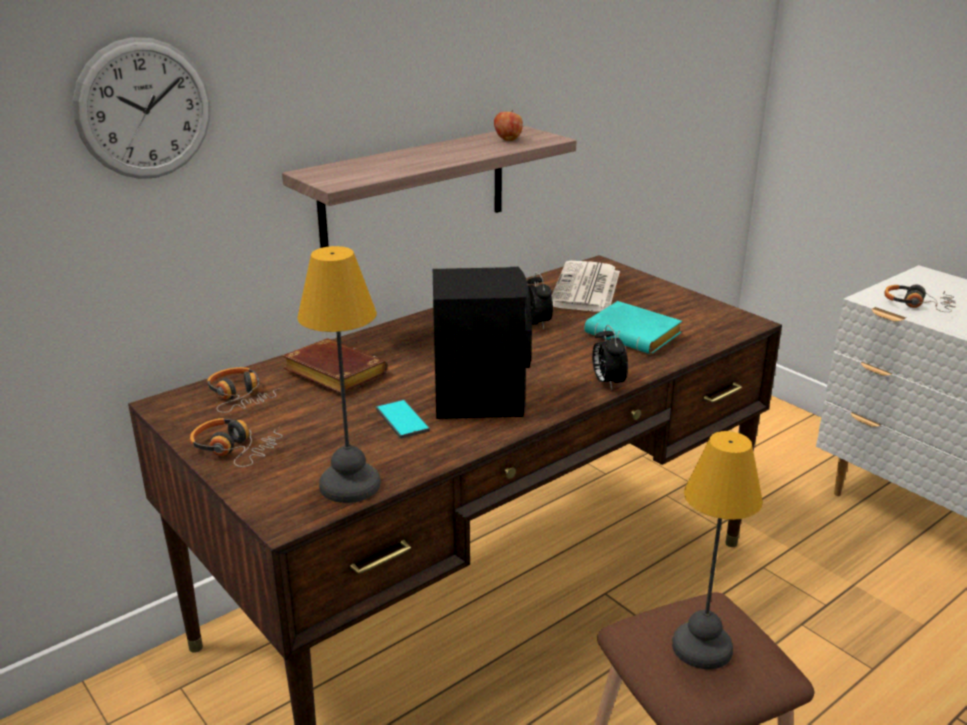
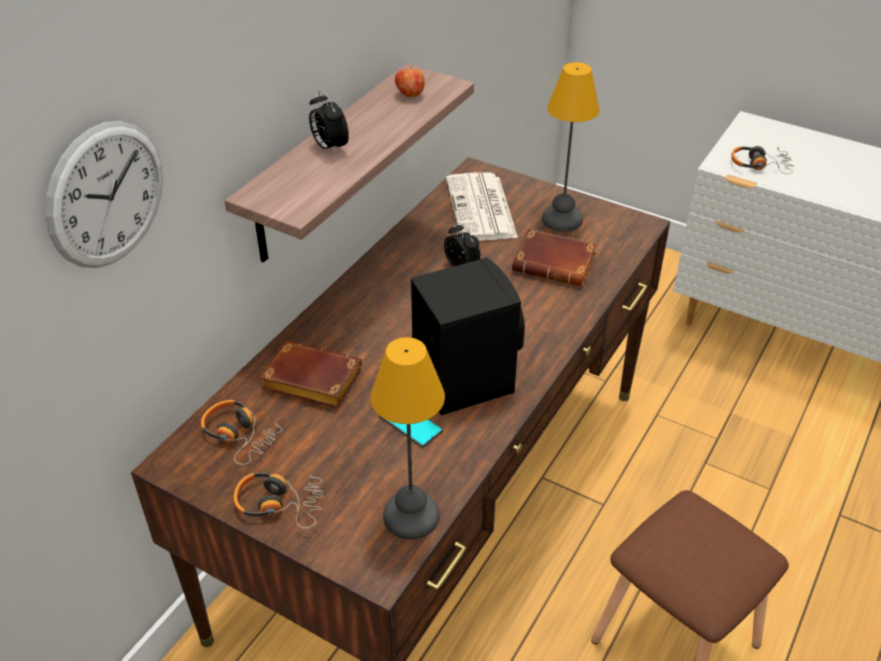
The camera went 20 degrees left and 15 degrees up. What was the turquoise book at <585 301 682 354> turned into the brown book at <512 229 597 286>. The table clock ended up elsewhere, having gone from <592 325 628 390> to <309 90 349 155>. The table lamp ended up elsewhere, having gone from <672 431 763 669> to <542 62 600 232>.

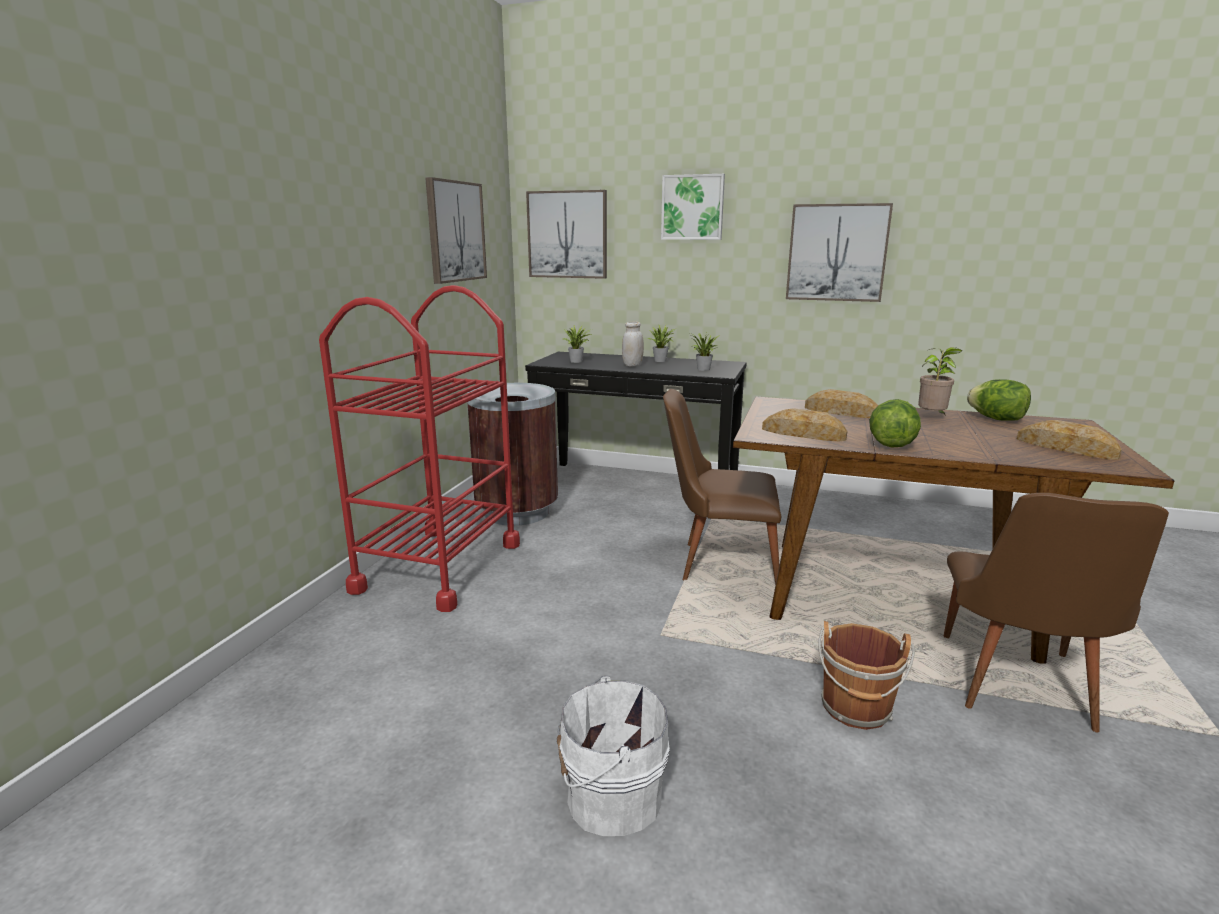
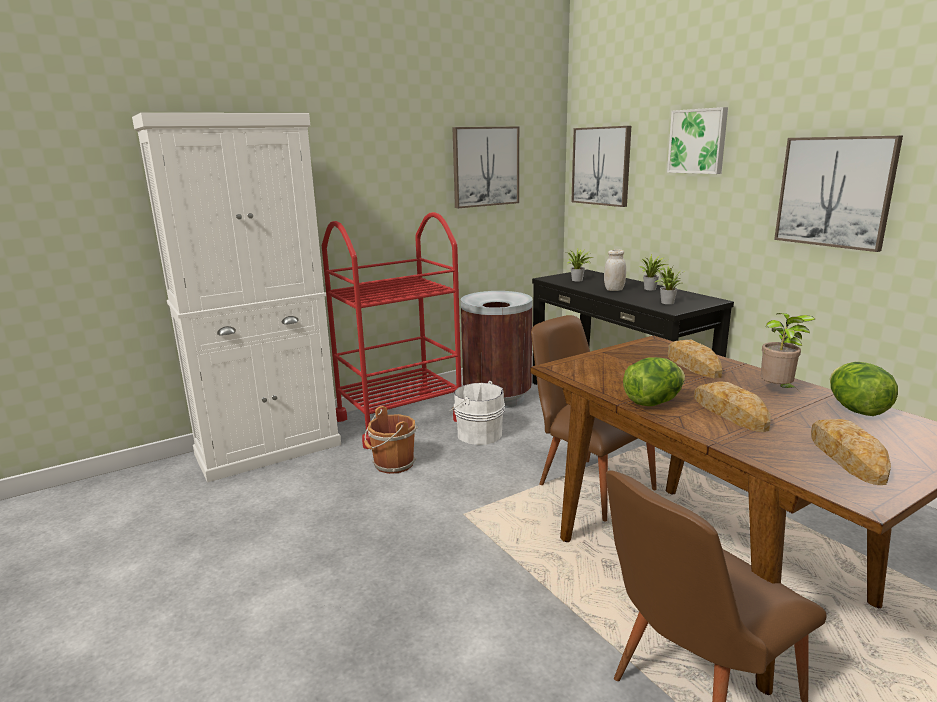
The camera went 40 degrees right and 0 degrees up. The baked bread ended up elsewhere, having gone from <762 408 847 441> to <694 381 771 432>. The brown water bucket ended up elsewhere, having gone from <818 621 915 730> to <364 406 418 474>. The white water bucket ended up elsewhere, having gone from <557 676 670 836> to <450 381 505 445>. The second view gained the white cabinet at <132 113 341 483>.

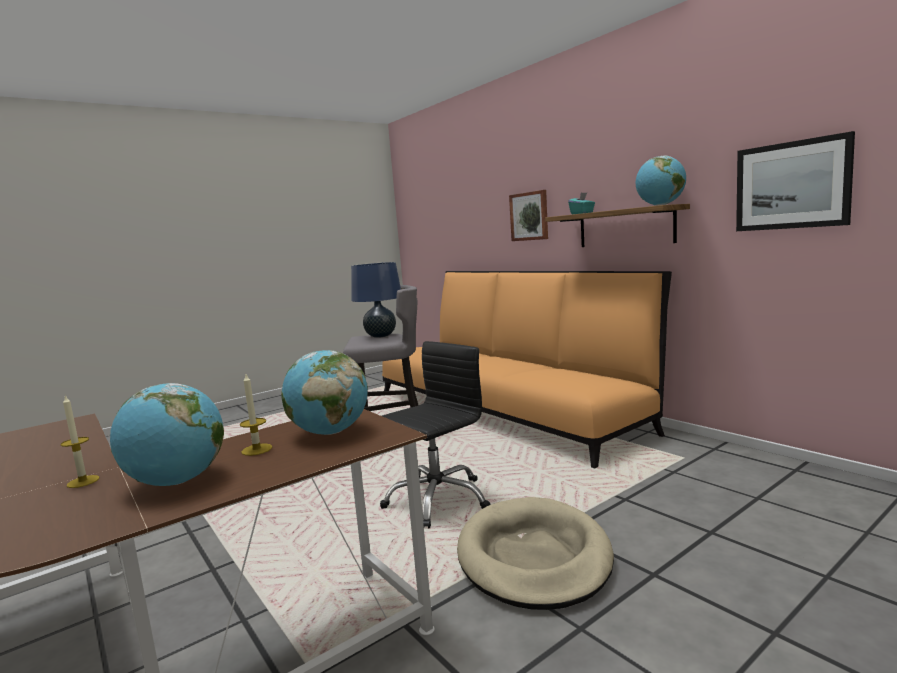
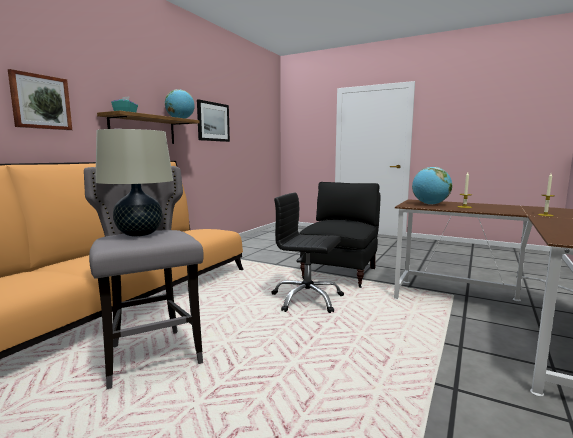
The camera went 115 degrees left and 0 degrees up. What was the blue-coloured table lamp at <351 262 401 338> turned into the sand-coloured table lamp at <95 129 173 237>. The second view lost the desk globe at <110 383 224 486>. Where the sand-coloured dog bed stood at <457 497 614 610>, the blackish easy chair came to stand at <300 182 381 288>.

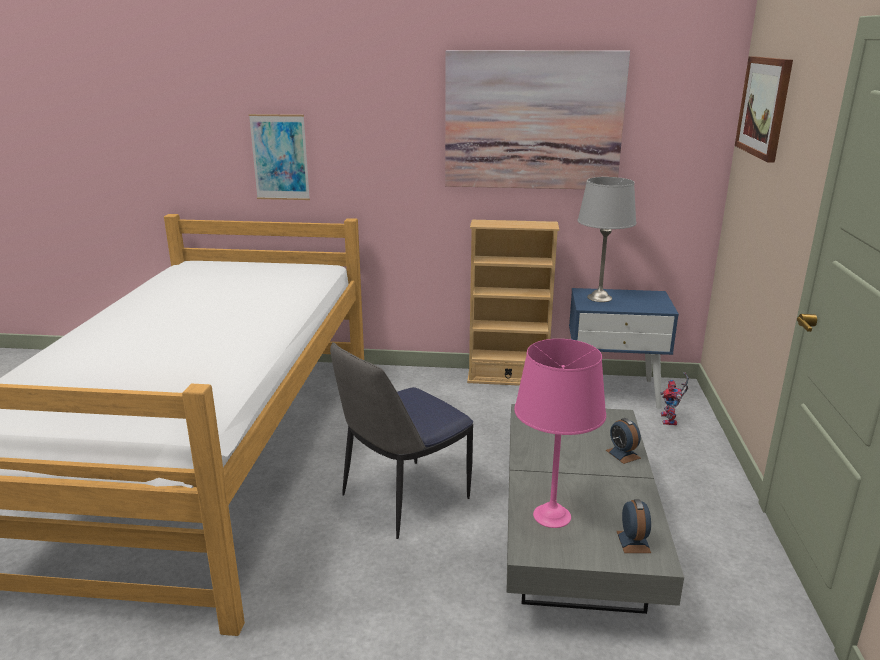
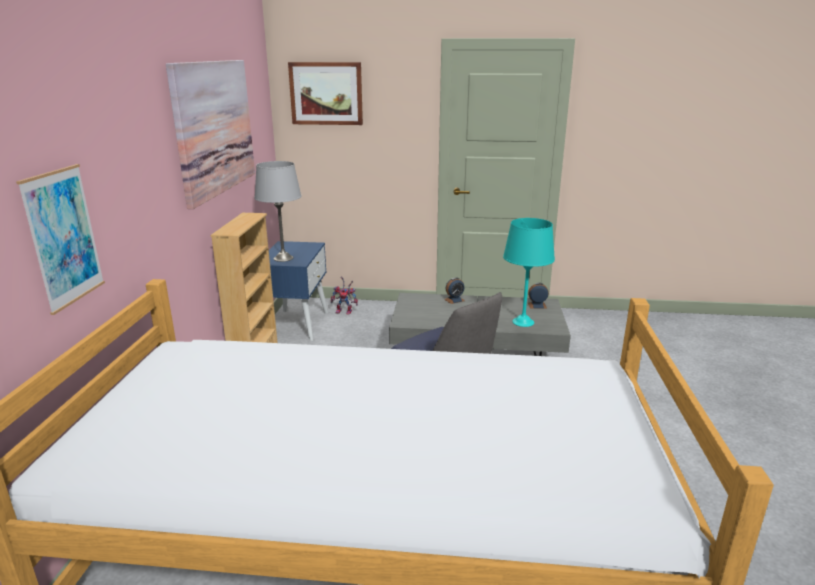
The camera went 90 degrees left and 0 degrees up. What was the pink-coloured table lamp at <514 339 606 528> turned into the turquoise table lamp at <503 218 555 327>.

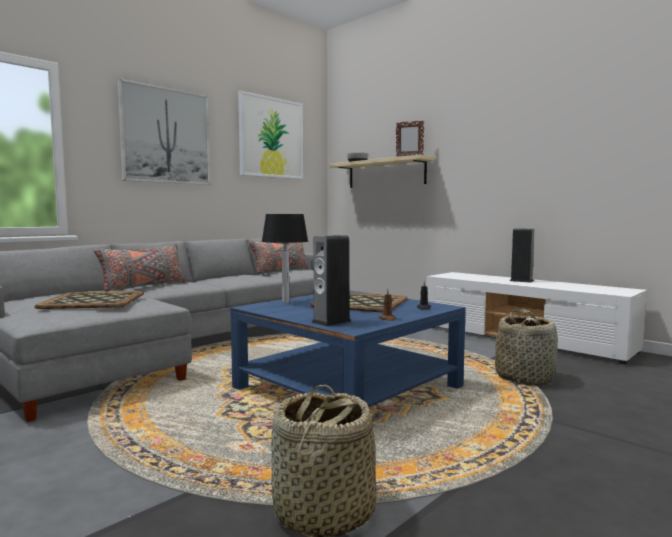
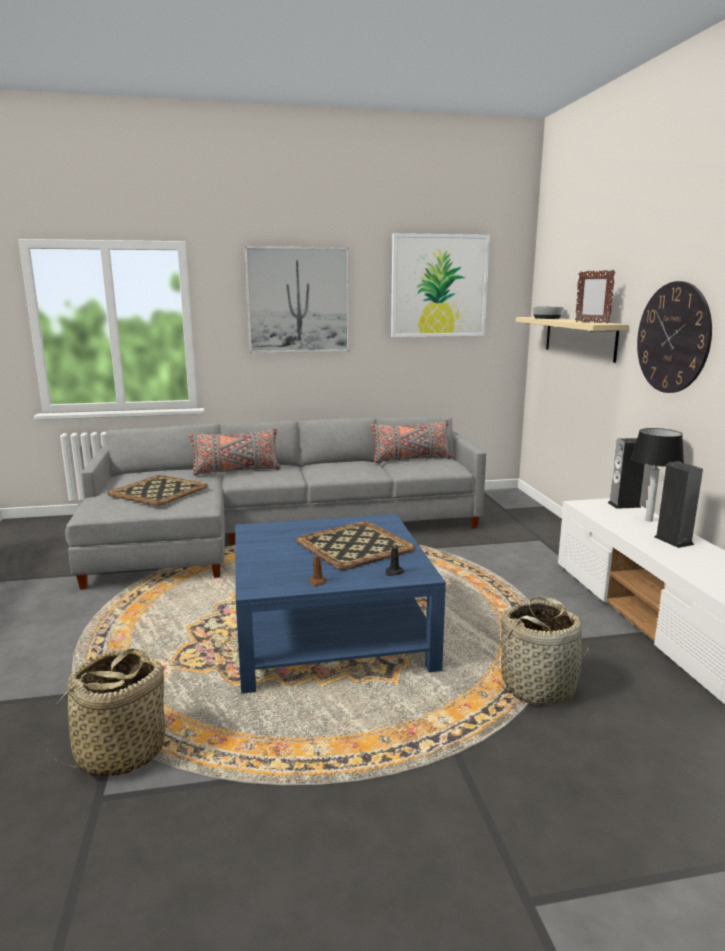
The camera went 35 degrees right and 10 degrees up. The table lamp ended up elsewhere, having gone from <262 214 308 303> to <631 428 684 522>. The audio speaker ended up elsewhere, having gone from <311 235 352 327> to <608 438 645 509>. The second view gained the hanging clock at <637 281 712 393>.

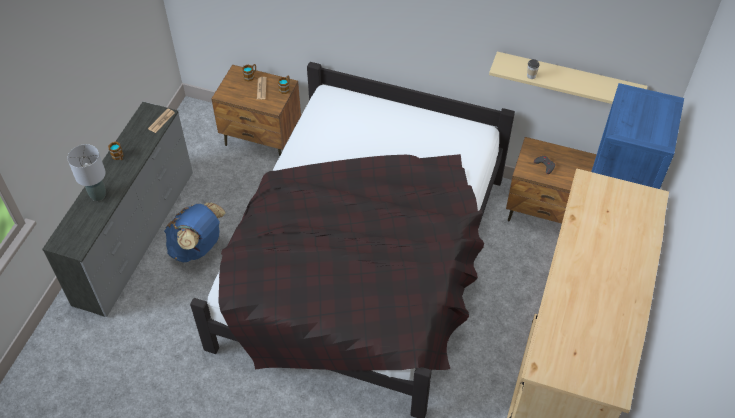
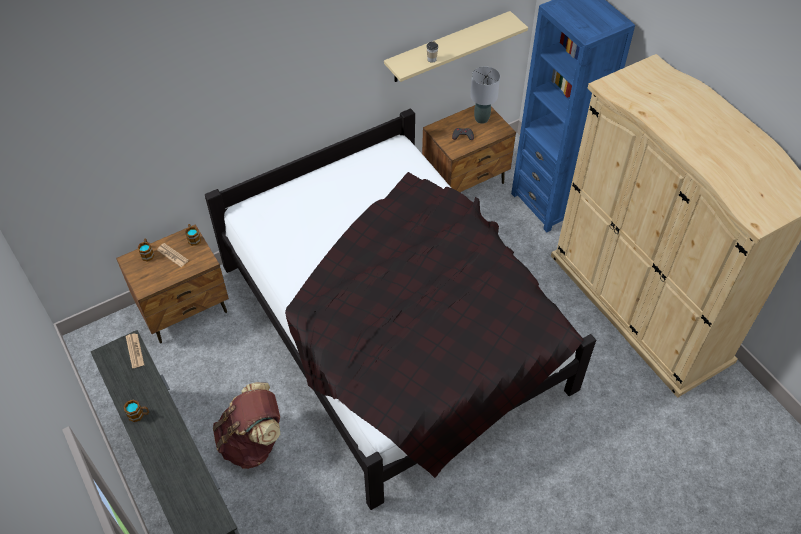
The camera went 50 degrees left and 0 degrees up. The gray table lamp ended up elsewhere, having gone from <68 144 106 201> to <470 67 500 124>. What was the blue-coloured knapsack at <164 203 226 262> turned into the brown knapsack at <213 382 280 469>.

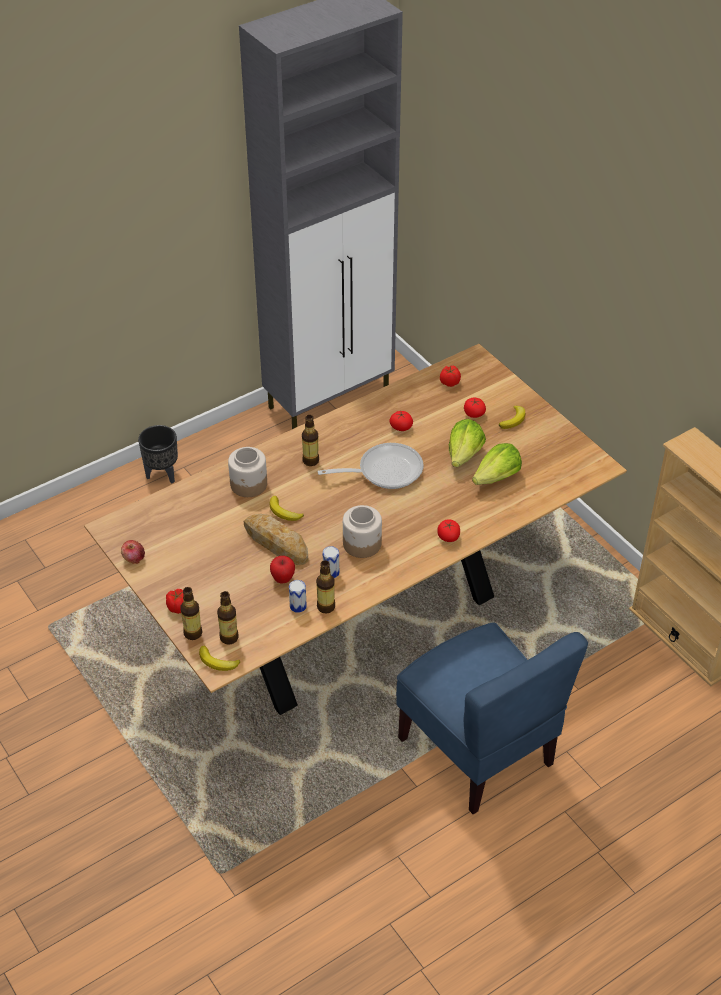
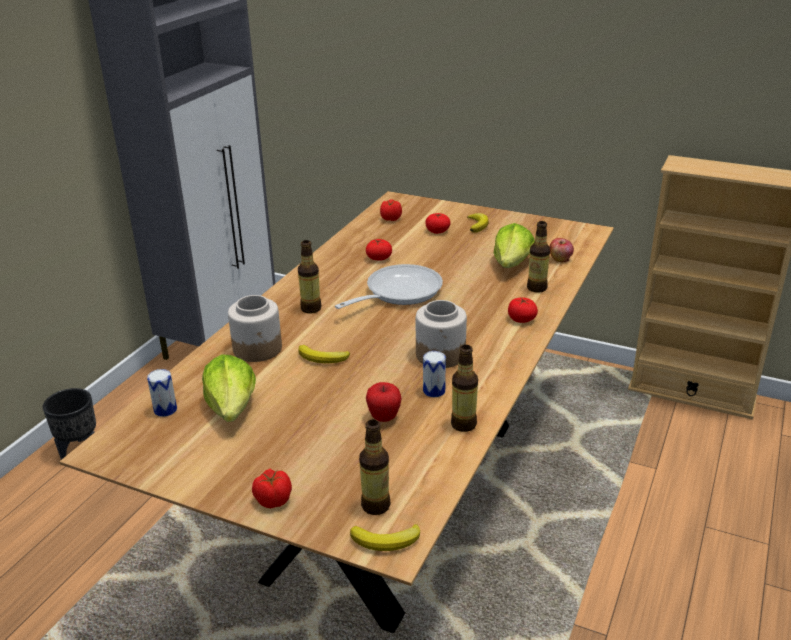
The camera went 30 degrees left and 15 degrees down. The lettuce ended up elsewhere, having gone from <449 419 486 467> to <202 354 256 422>. The second view lost the baked bread at <244 513 308 565>. The apple fruit ended up elsewhere, having gone from <121 540 145 564> to <550 238 574 262>. The can ended up elsewhere, having gone from <289 580 307 613> to <147 369 177 417>. The bottle ended up elsewhere, having gone from <180 587 203 640> to <527 221 550 293>. The second view lost the blue-coloured chair at <396 622 588 814>.

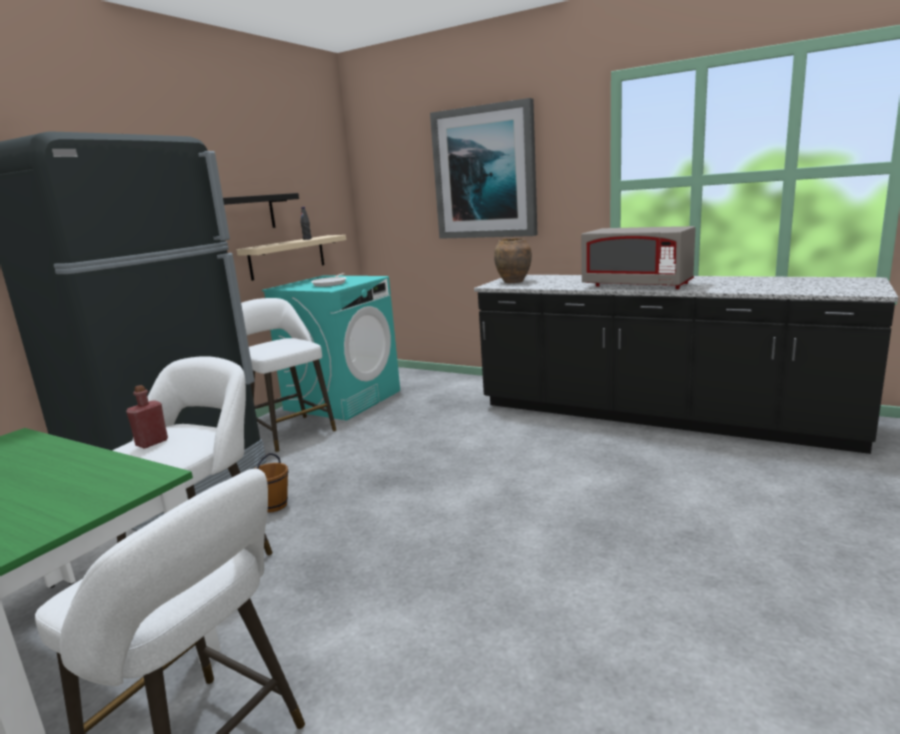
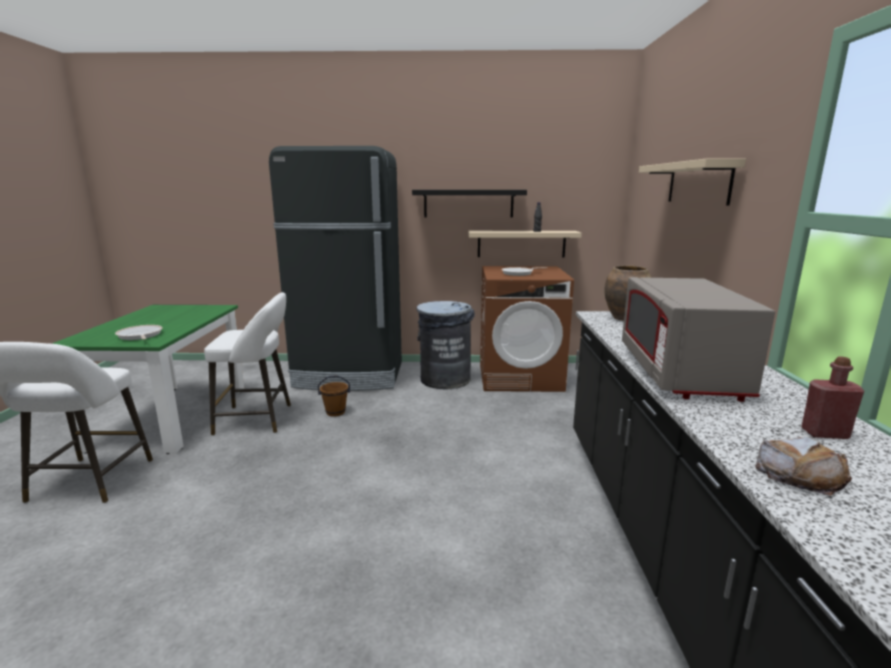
The camera went 60 degrees right and 0 degrees up. Where the wall picture hung at <430 98 538 239>, the sand-coloured wall shelf came to hang at <639 159 746 205>. What was the turquoise laundry machine at <262 275 400 421> turned into the brown laundry machine at <480 266 574 392>. Where the white stool stood at <241 298 336 452>, the gray trash can came to stand at <417 301 475 389>. The reddish bottle ended up elsewhere, having gone from <126 385 168 449> to <801 356 864 439>. The second view gained the skillet at <115 325 163 340>. The second view gained the baked bread at <755 437 852 496>.

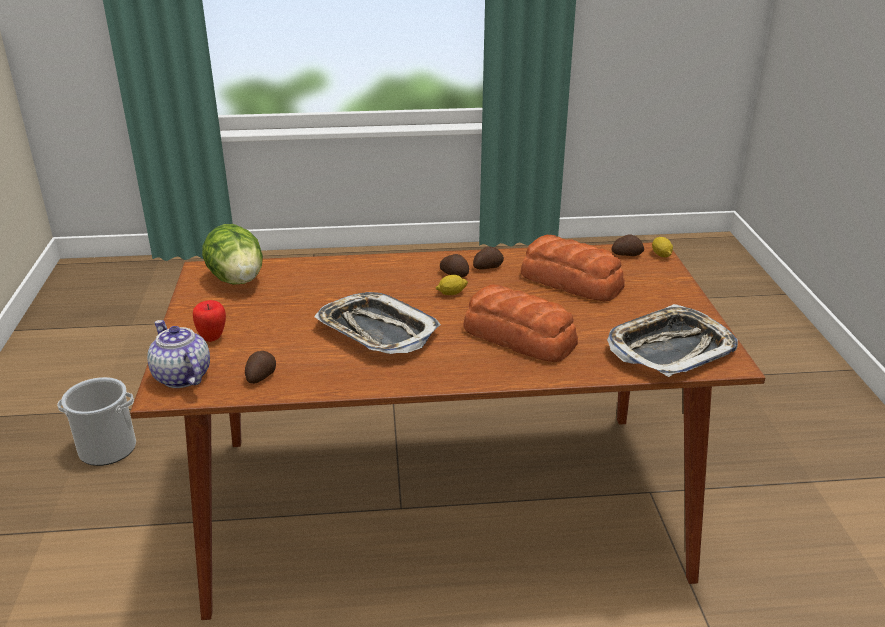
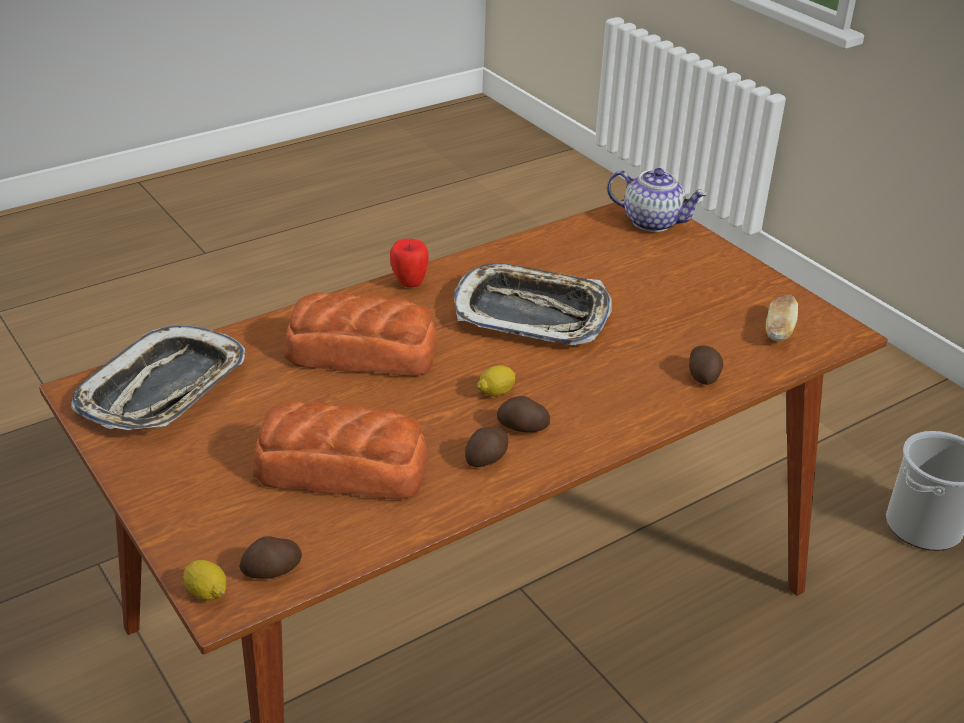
The camera went 150 degrees right and 5 degrees up. Where the lettuce stood at <202 224 263 285>, the baked bread came to stand at <766 295 798 341>. The apple fruit ended up elsewhere, having gone from <193 300 226 342> to <390 239 429 288>. The spud ended up elsewhere, having gone from <245 351 276 384> to <689 345 723 385>.

